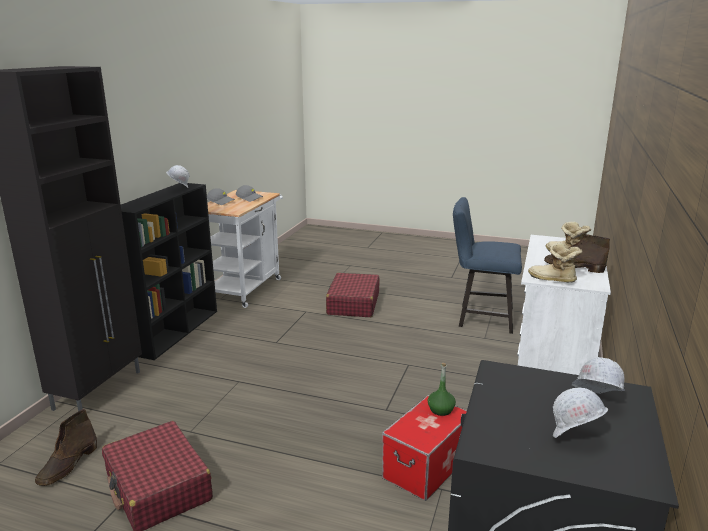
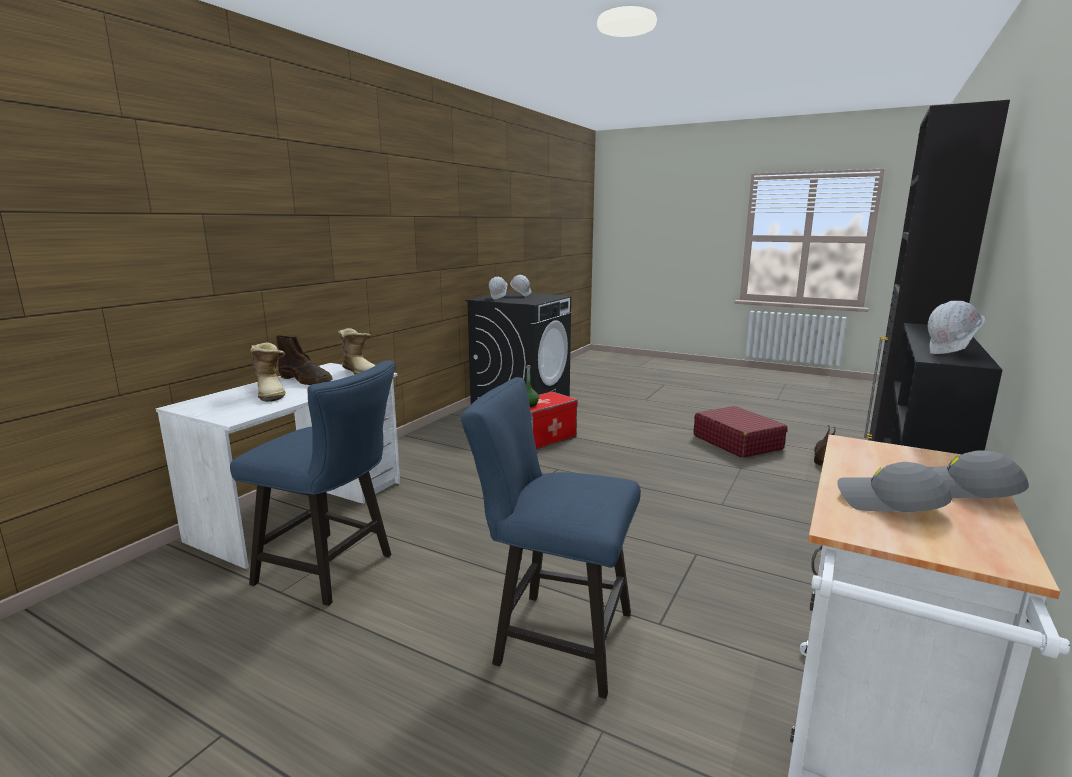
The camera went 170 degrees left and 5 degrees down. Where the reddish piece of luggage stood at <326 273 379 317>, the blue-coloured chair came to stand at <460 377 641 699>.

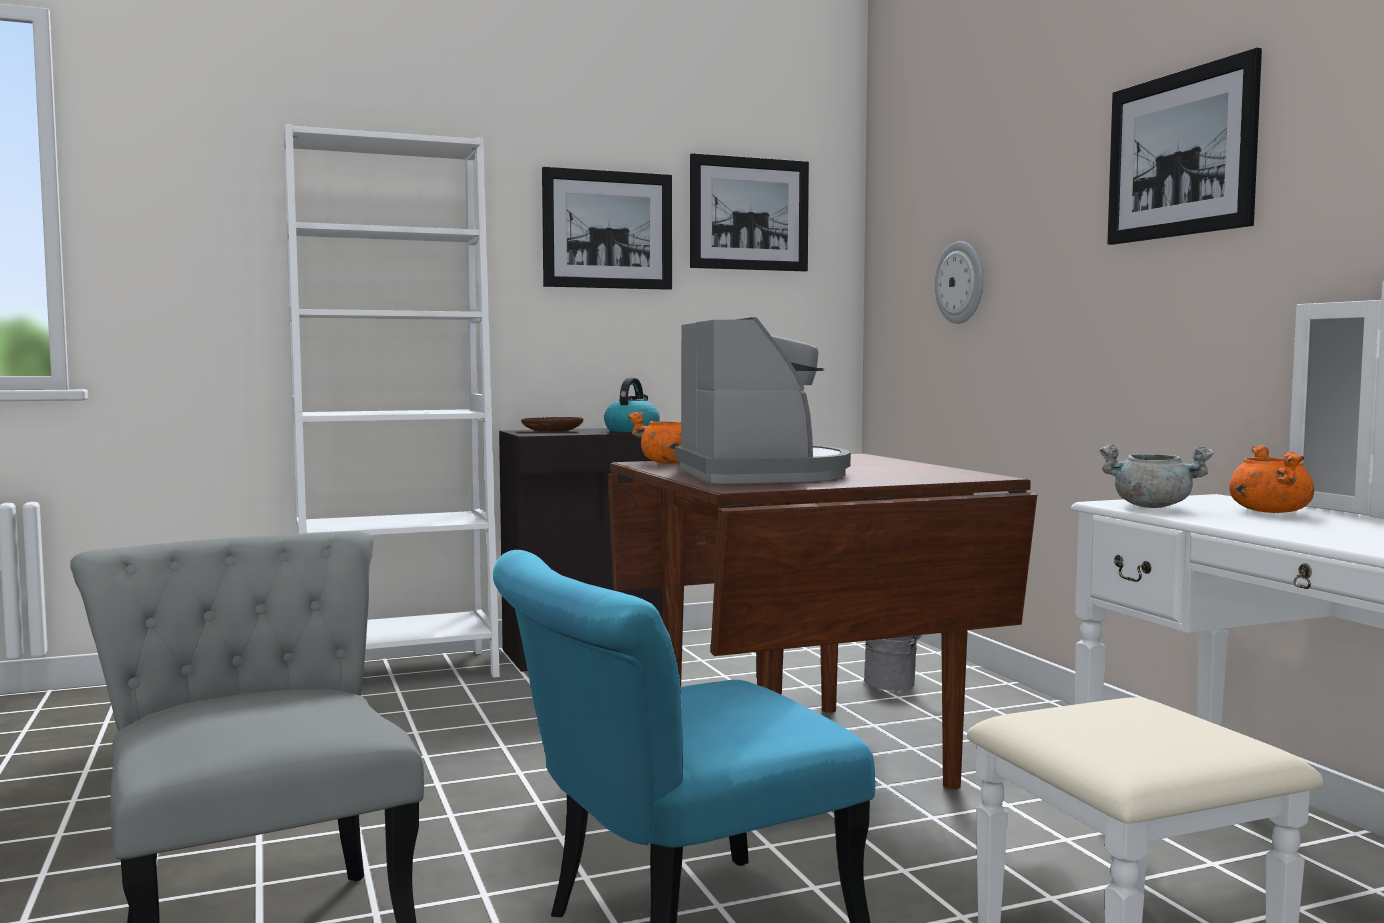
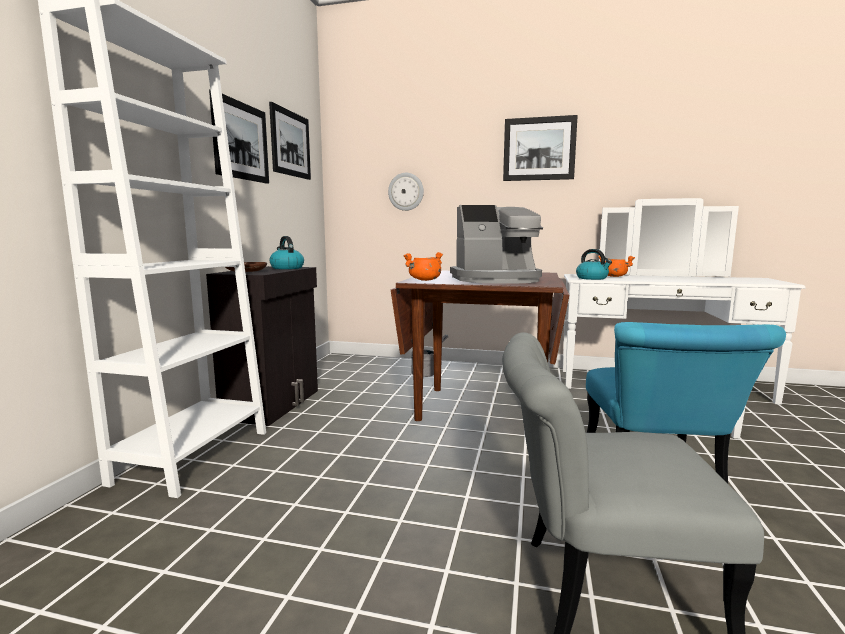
The camera went 55 degrees left and 5 degrees up. The coffee brewer at <675 317 851 484> ended up facing another way, 150 degrees clockwise from before. Where the gray saucepot stood at <1099 445 1214 508>, the tea kettle came to stand at <576 249 612 280>.

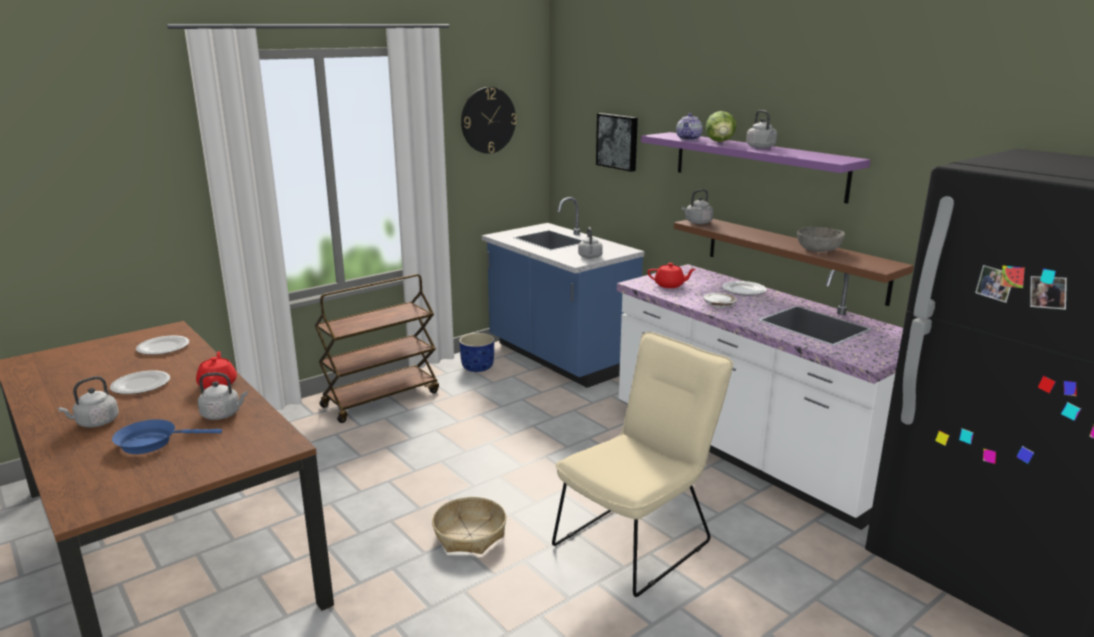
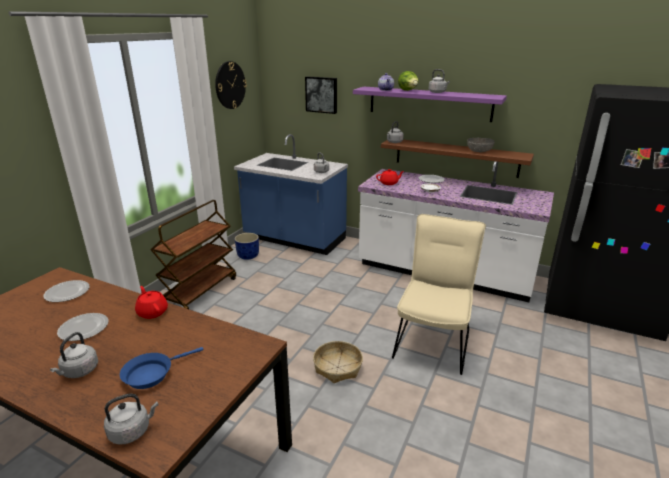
The camera went 25 degrees left and 5 degrees up. The gray tea kettle ended up elsewhere, having gone from <197 373 247 420> to <104 393 159 445>.

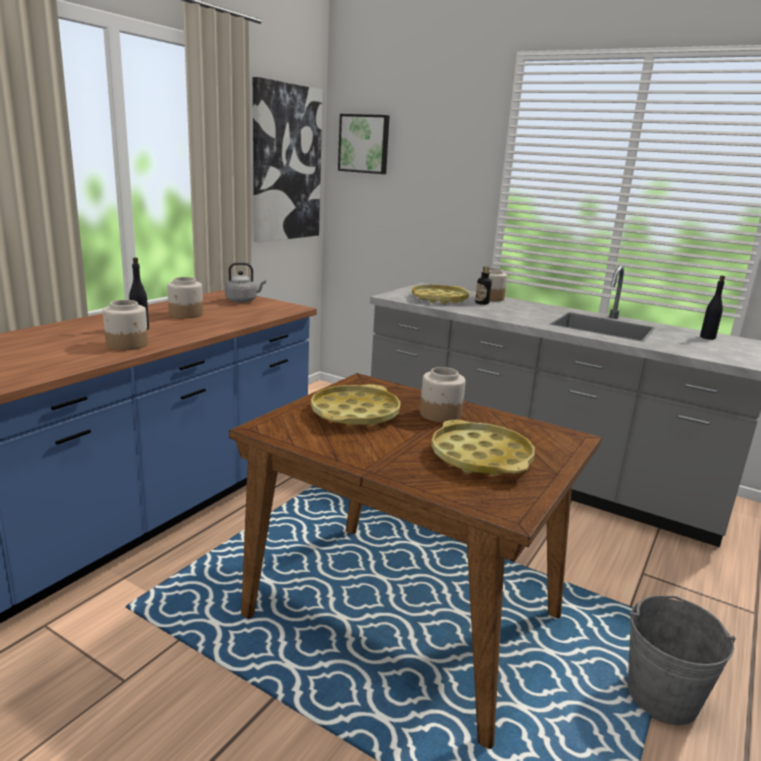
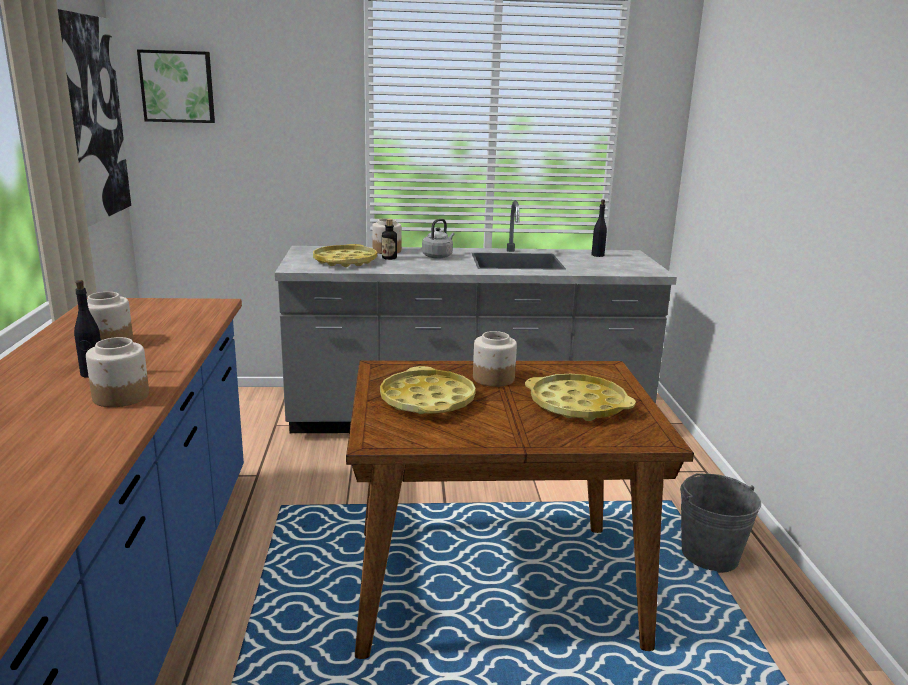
The camera went 35 degrees left and 0 degrees up. The gray tea kettle ended up elsewhere, having gone from <225 262 266 303> to <422 219 455 259>.

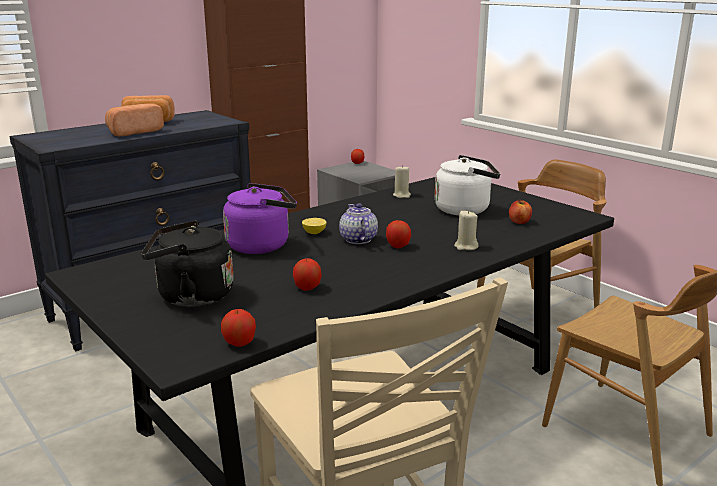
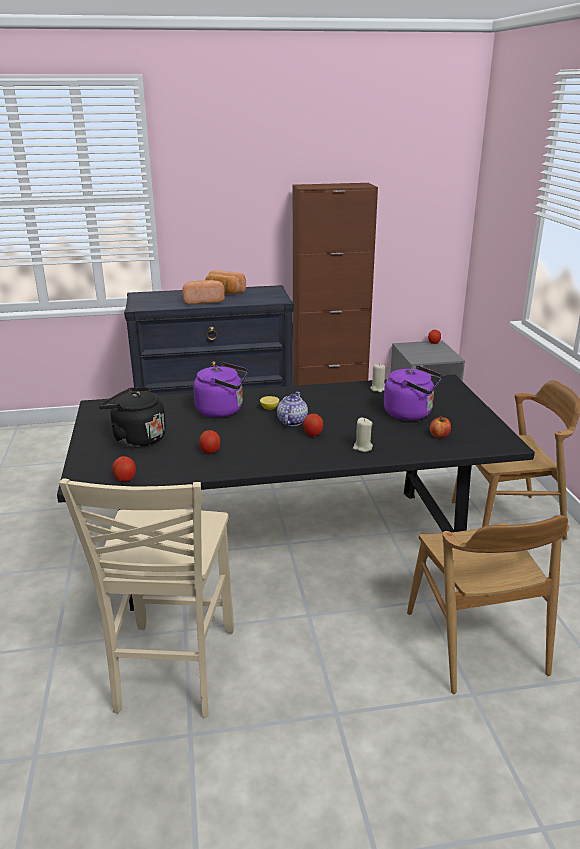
The camera went 30 degrees right and 5 degrees up. What was the white tea kettle at <435 155 500 215> turned into the purple-coloured tea kettle at <384 365 443 420>.

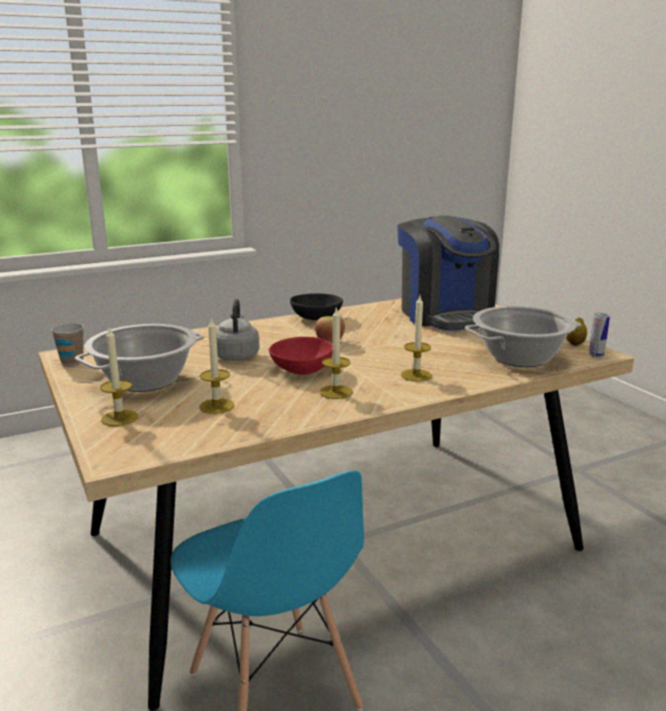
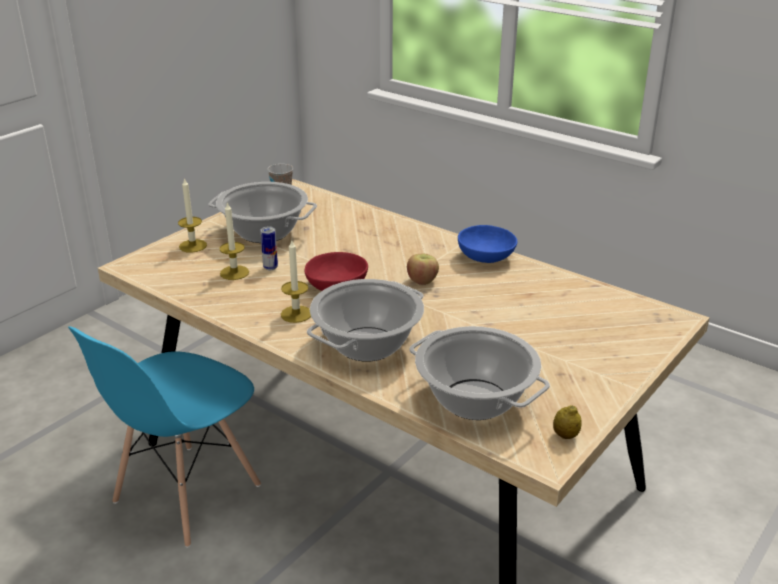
The camera went 65 degrees right and 10 degrees up. The second view lost the coffee brewer at <397 215 499 331>. What was the blackish bowl at <290 293 343 320> turned into the blue-coloured bowl at <458 225 517 263>. Where the candle stood at <401 296 432 382>, the saucepot came to stand at <307 279 424 362>. The second view lost the gray tea kettle at <216 299 260 361>. The can ended up elsewhere, having gone from <589 313 610 358> to <260 227 278 270>.

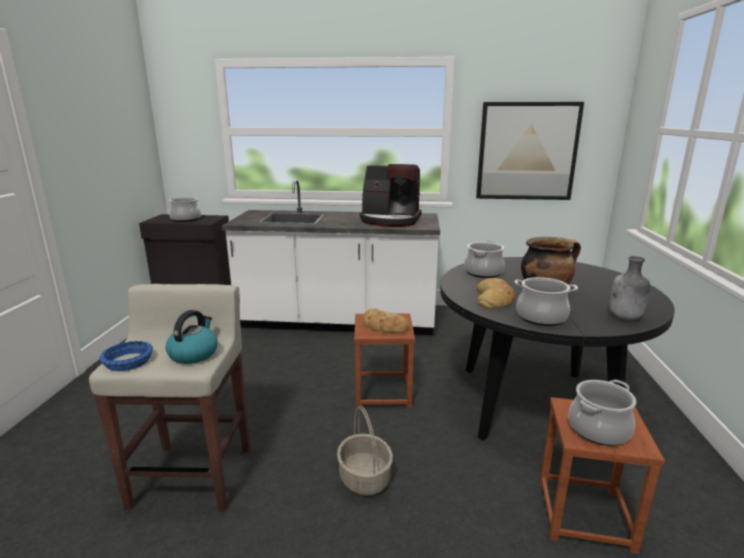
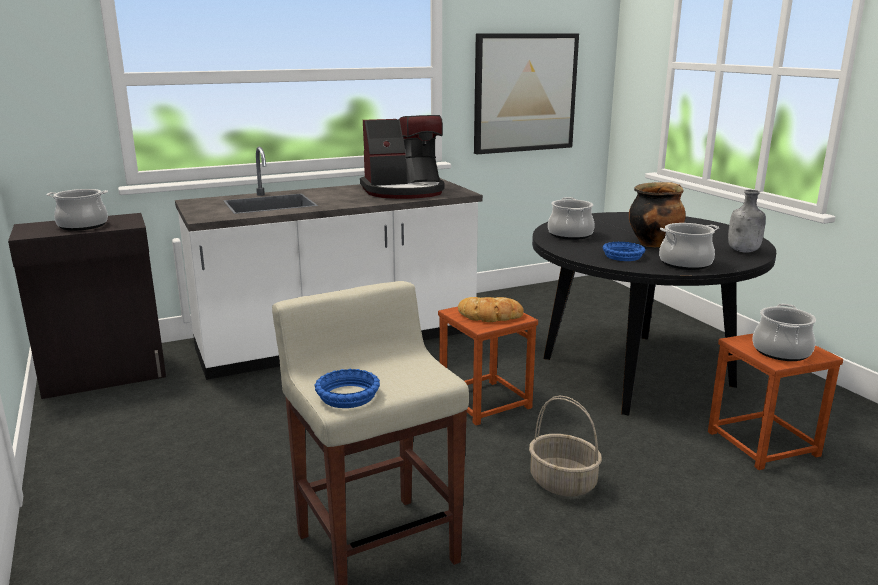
The camera went 30 degrees left and 0 degrees up. Where the baked bread stood at <477 278 515 309>, the blue-coloured bowl came to stand at <602 242 646 261>. The second view lost the tea kettle at <166 310 218 364>.

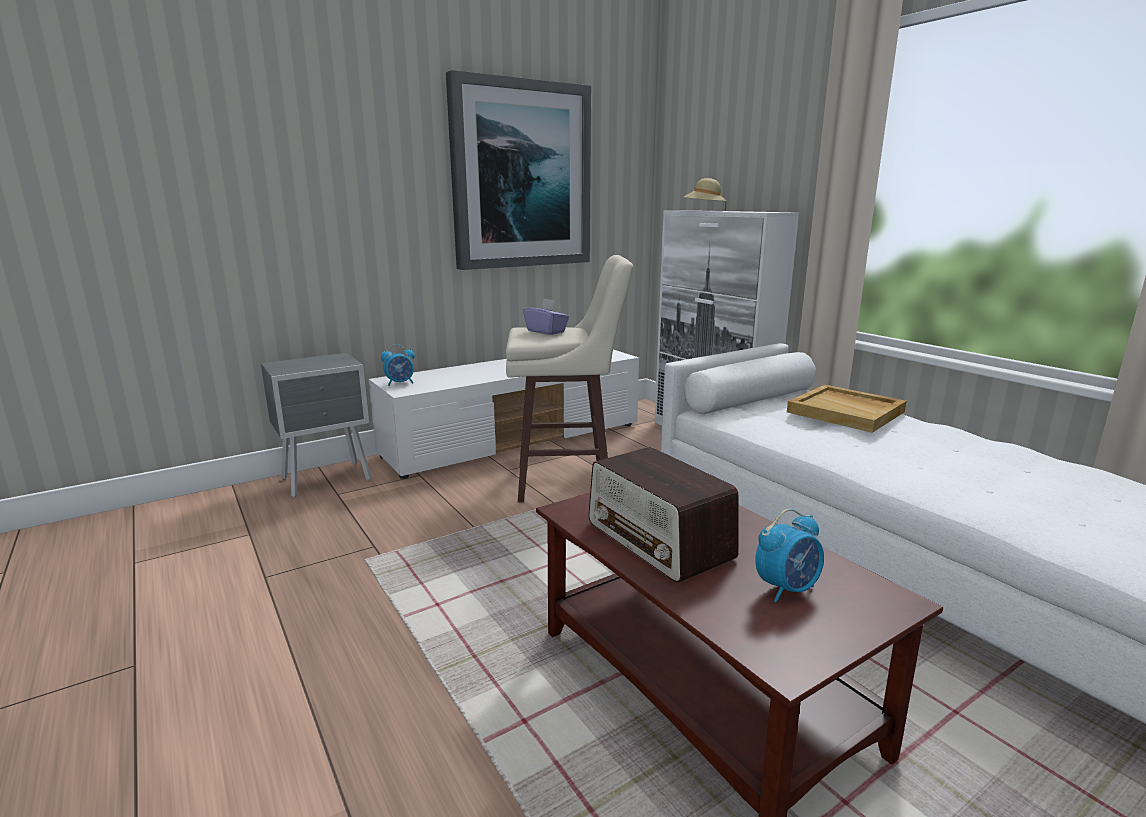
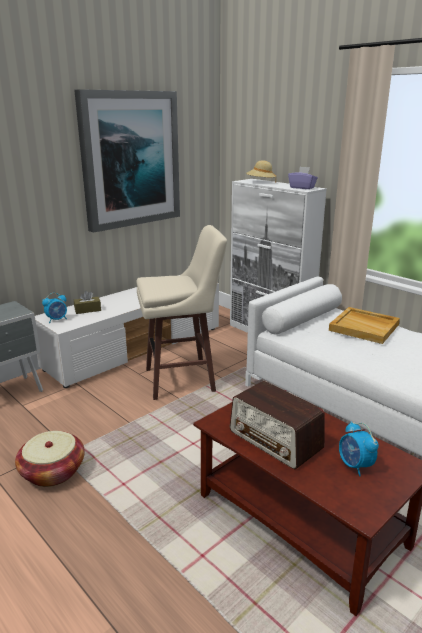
The camera went 10 degrees left and 5 degrees up. The purple-coloured box of tissues ended up elsewhere, having gone from <523 298 569 335> to <288 167 318 189>. The table clock at <755 509 824 602> ended up facing another way, 105 degrees clockwise from before. The second view gained the brown box of tissues at <74 291 101 314>. The second view gained the basket at <15 431 85 487>.

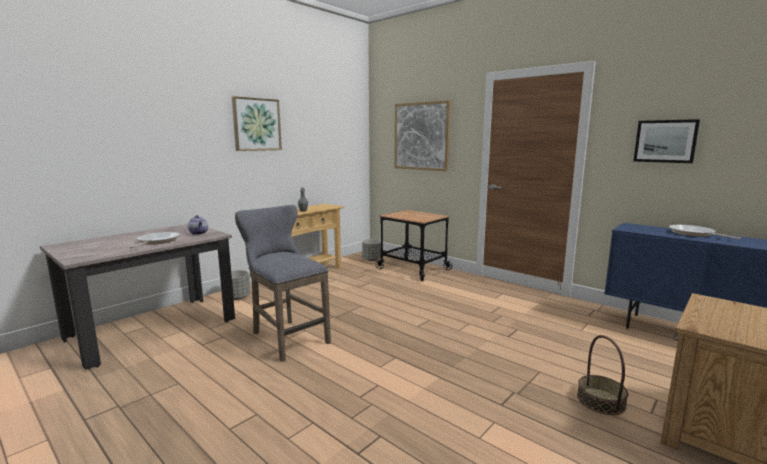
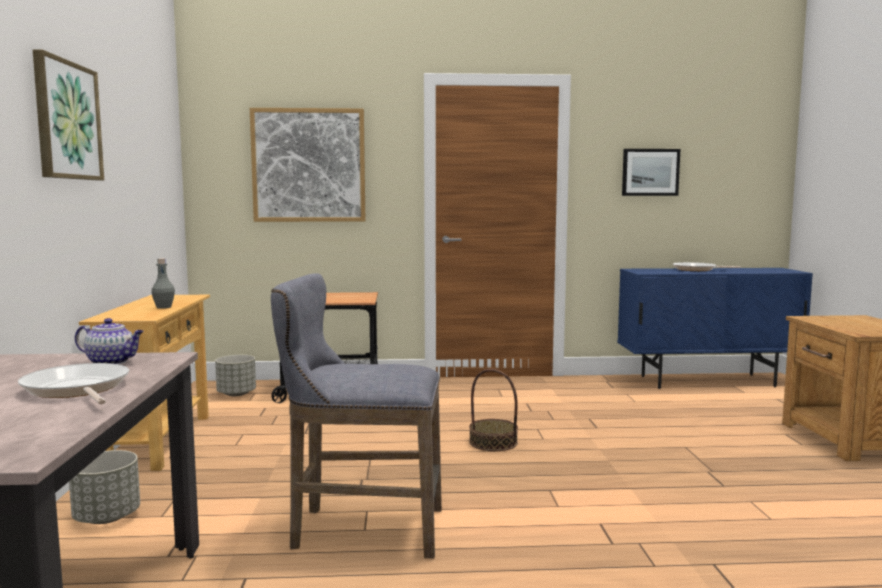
The camera went 45 degrees left and 5 degrees down. The basket ended up elsewhere, having gone from <577 335 628 415> to <469 369 518 451>.

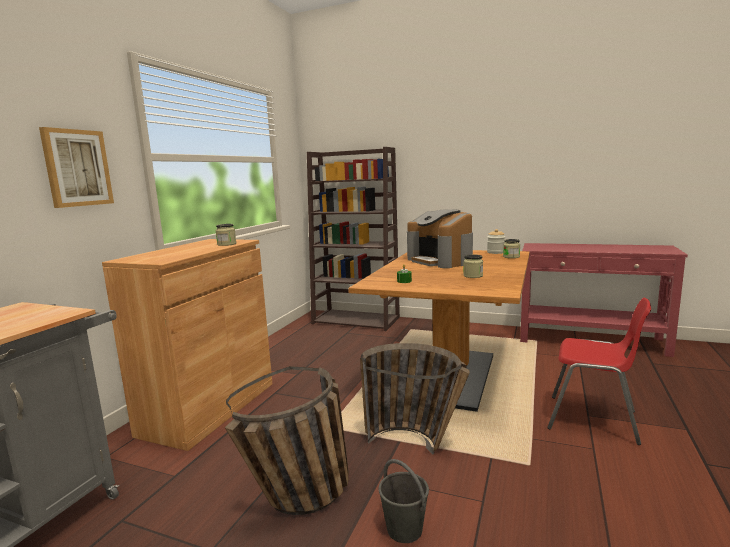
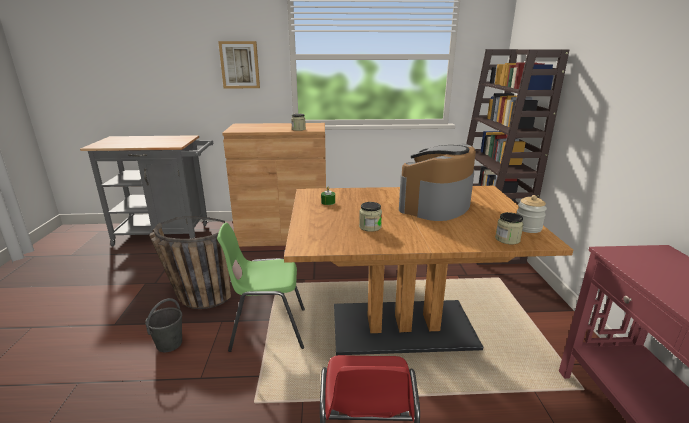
The camera went 65 degrees right and 10 degrees up. Where the basket stood at <360 343 469 454>, the greenish chair came to stand at <217 222 305 352>.

